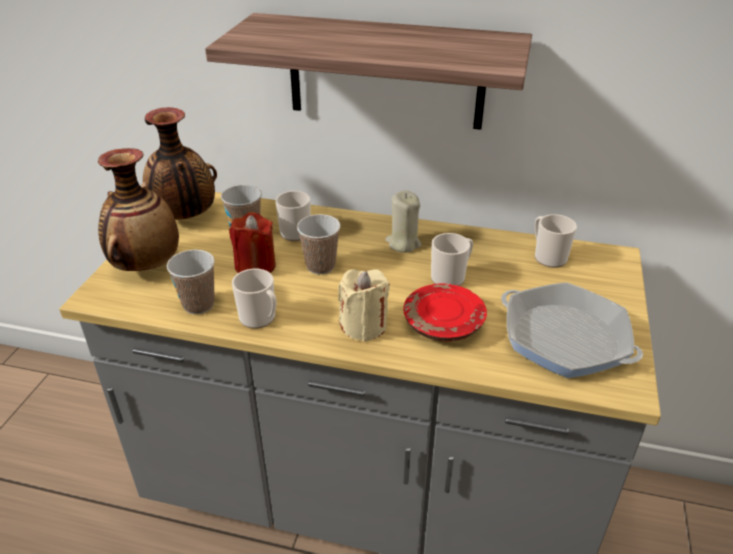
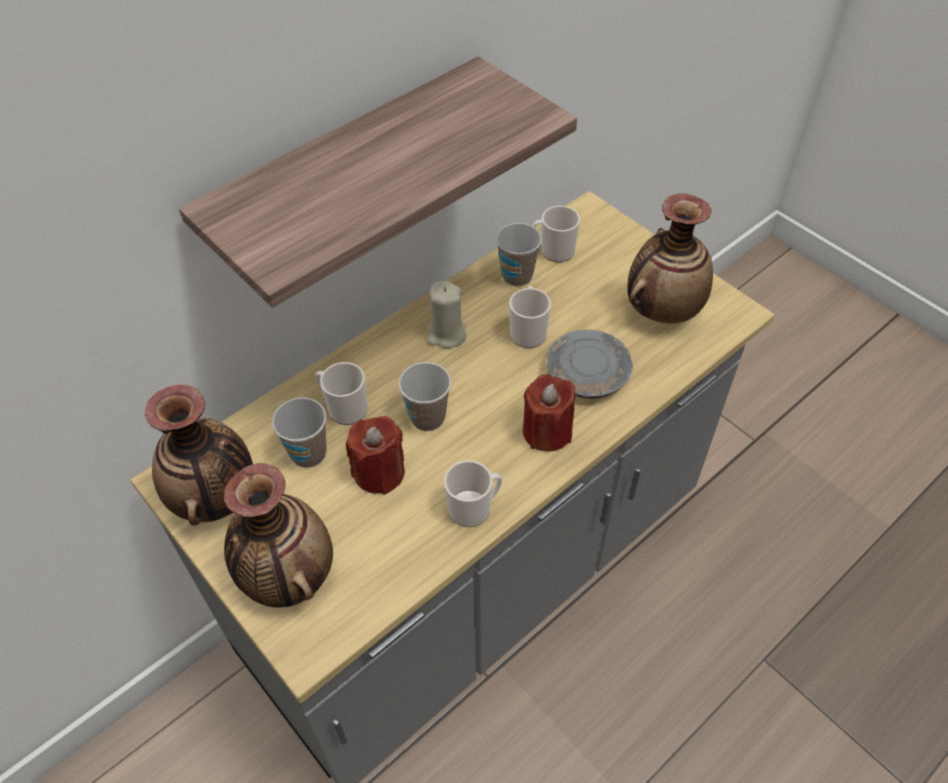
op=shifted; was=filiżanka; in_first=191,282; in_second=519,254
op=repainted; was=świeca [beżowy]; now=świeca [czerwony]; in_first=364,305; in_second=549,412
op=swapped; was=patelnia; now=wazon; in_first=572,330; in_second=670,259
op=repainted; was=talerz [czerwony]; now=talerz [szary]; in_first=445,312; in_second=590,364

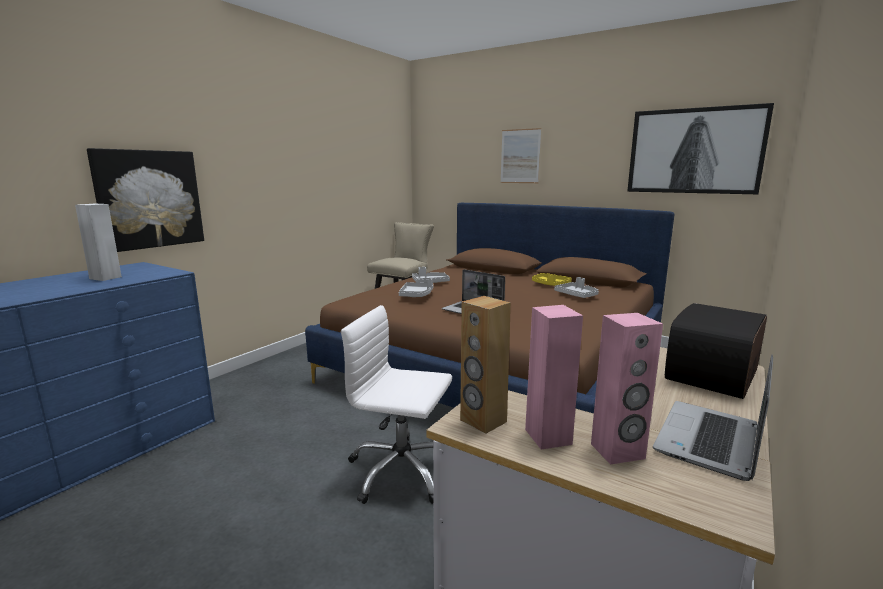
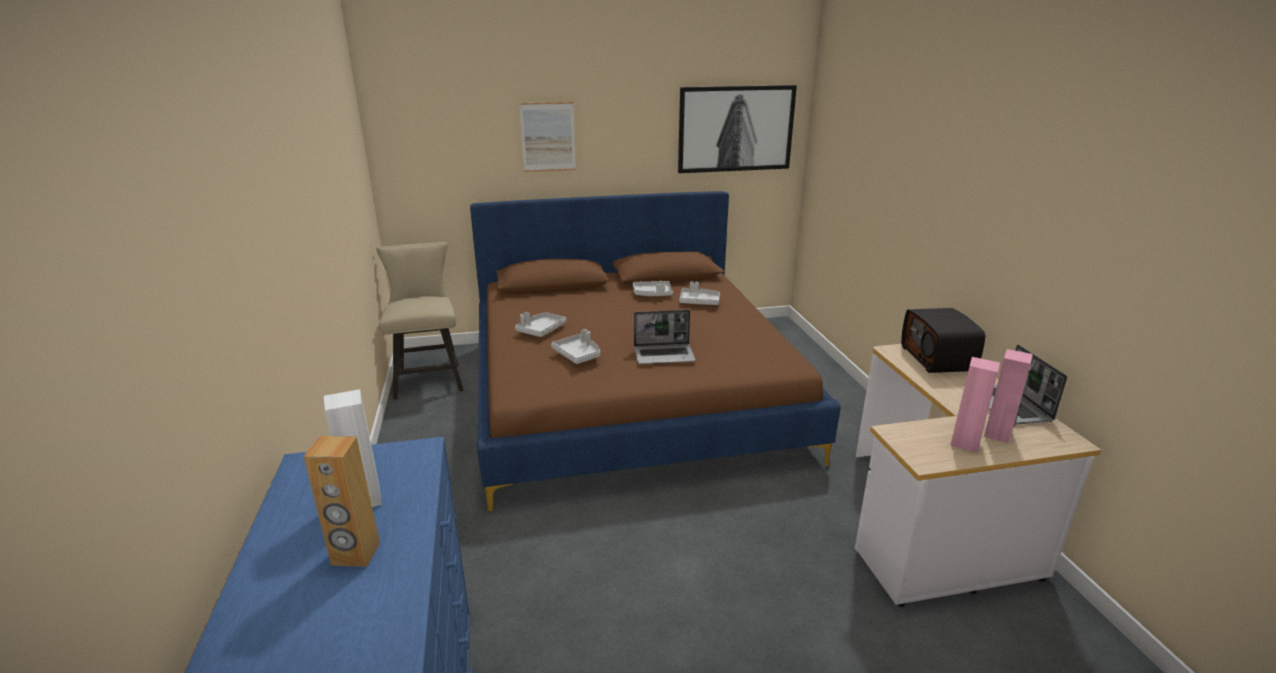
op=gone; was=obraz; in_first=145,200
op=repainted; was=taca [żółty]; now=taca [szary]; in_first=552,279; in_second=653,288
op=shifted; was=głośnik [brązowy]; in_first=485,365; in_second=342,501
op=gone; was=krzesło biurowe [biały]; in_first=396,404

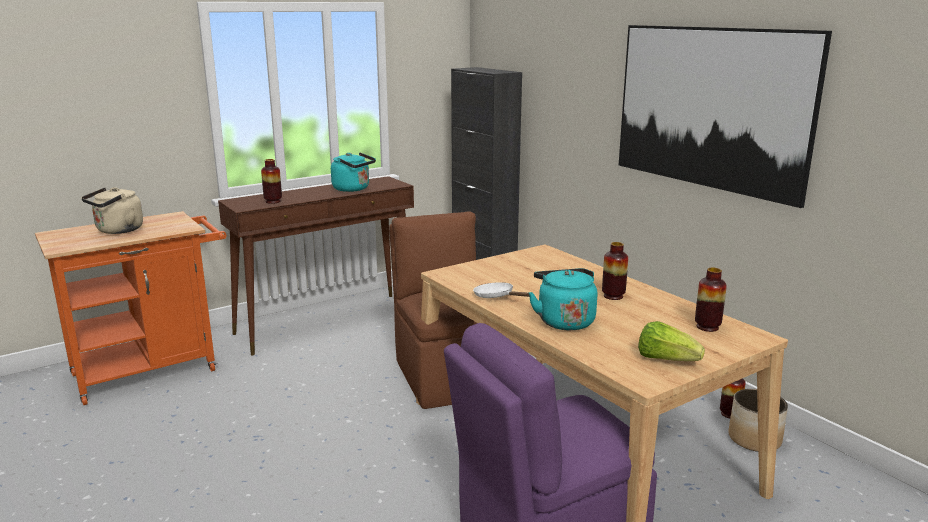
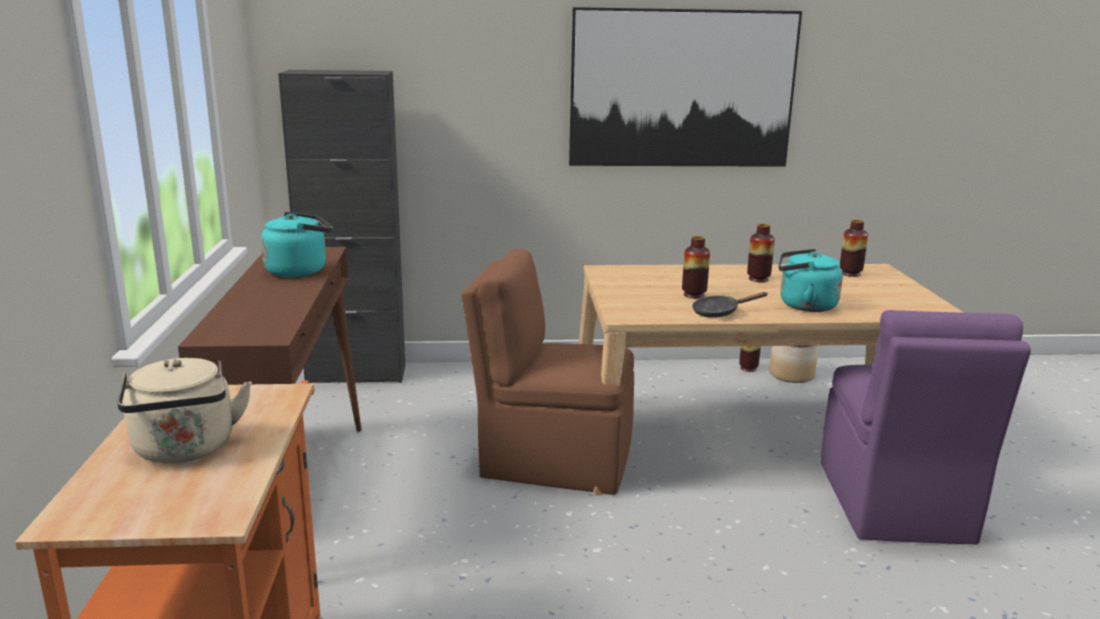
op=shifted; was=wazon; in_first=271,181; in_second=696,267
op=repainted; was=patelnia [biały]; now=patelnia [czarny]; in_first=501,290; in_second=730,305
op=gone; was=sałata; in_first=671,341

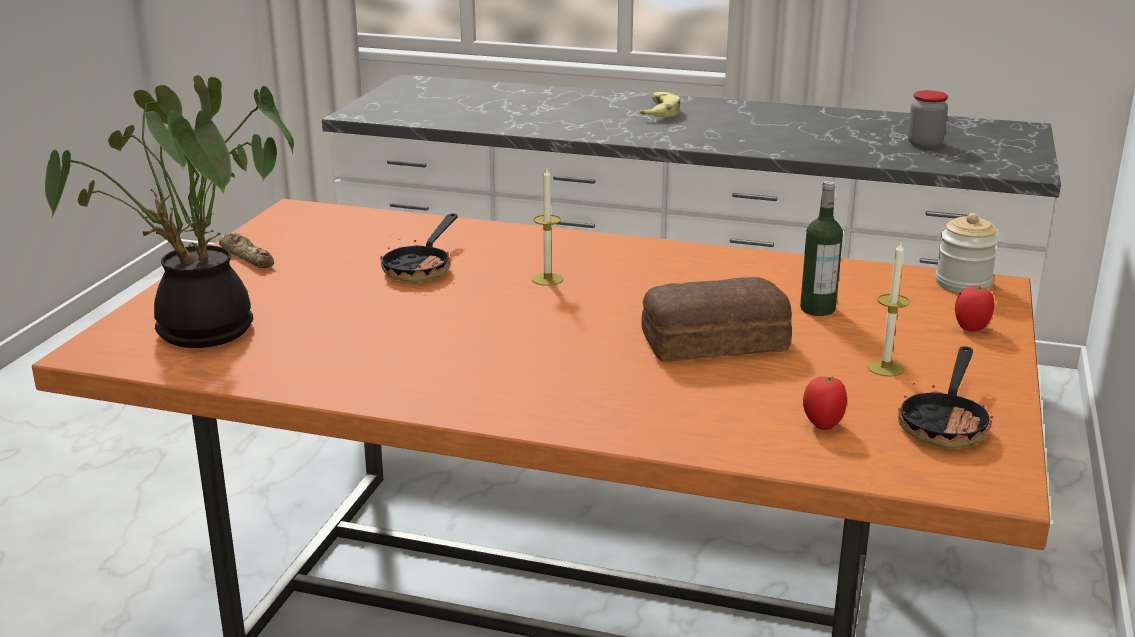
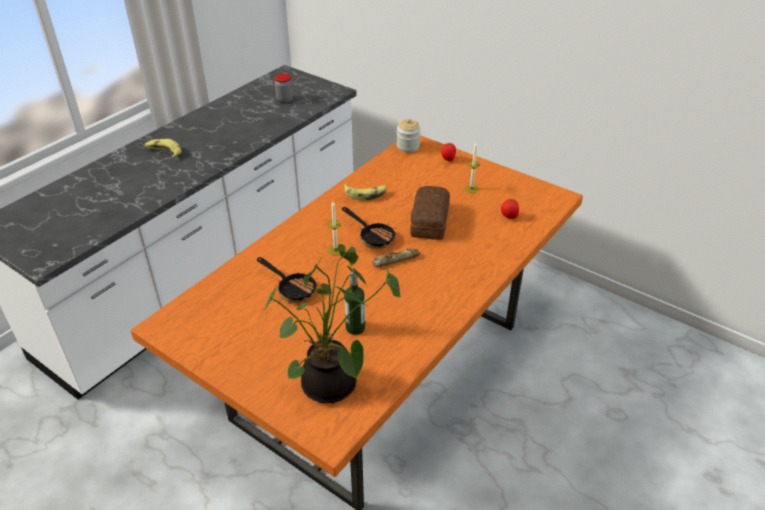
op=shifted; was=butelka; in_first=821,248; in_second=354,303
op=shifted; was=chleb; in_first=246,250; in_second=396,257
op=shifted; was=patelnia; in_first=945,397; in_second=369,228
op=new; now=banan; in_second=365,192

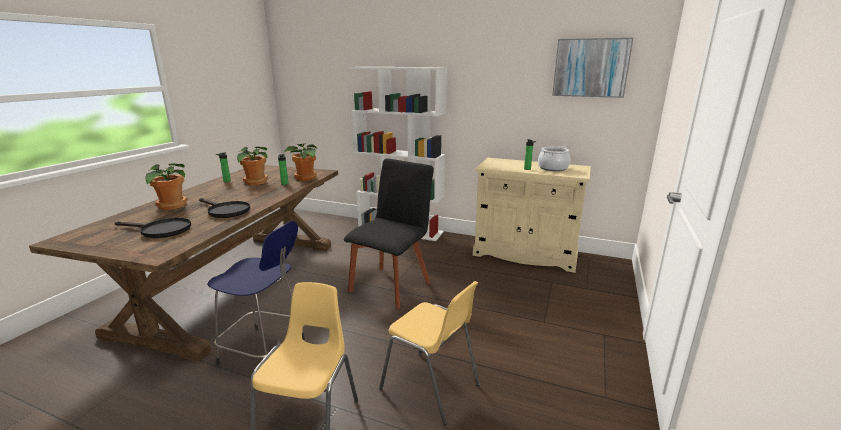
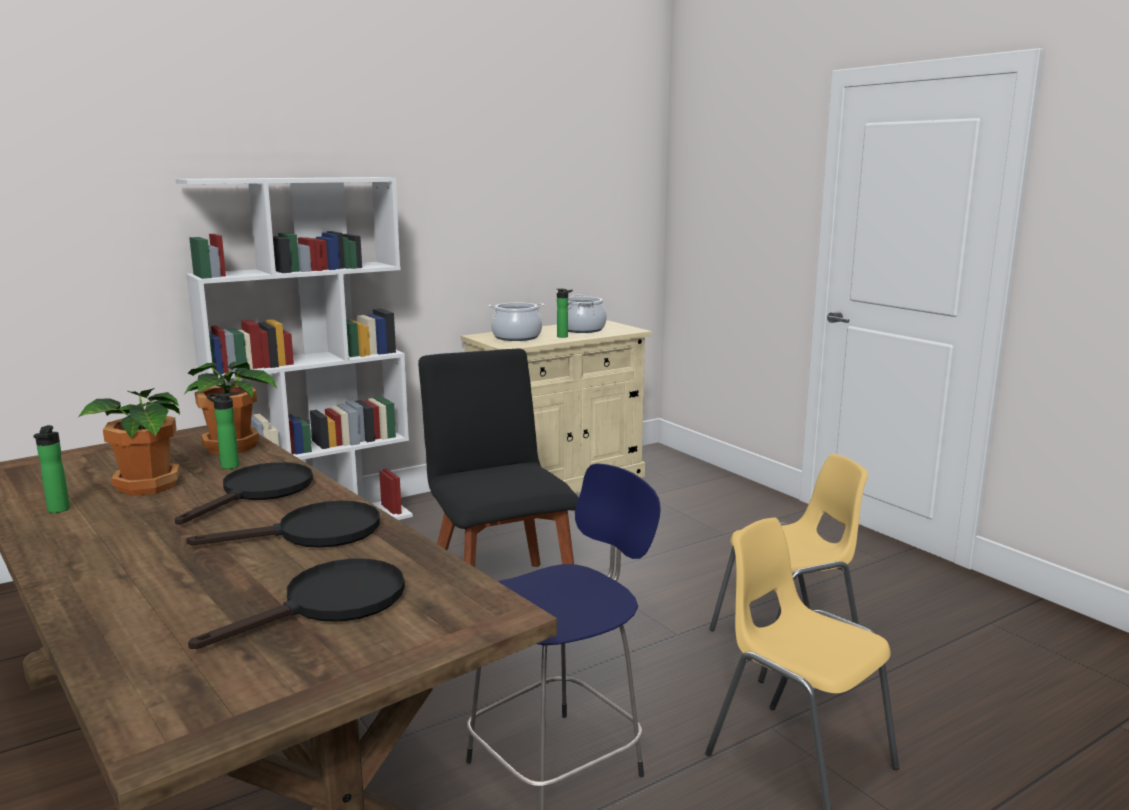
op=gone; was=obraz; in_first=592,68
op=gone; was=roślina doniczkowa; in_first=166,186
op=new; now=garnek; in_second=516,322
op=new; now=patelnia [czarny]; in_second=244,493

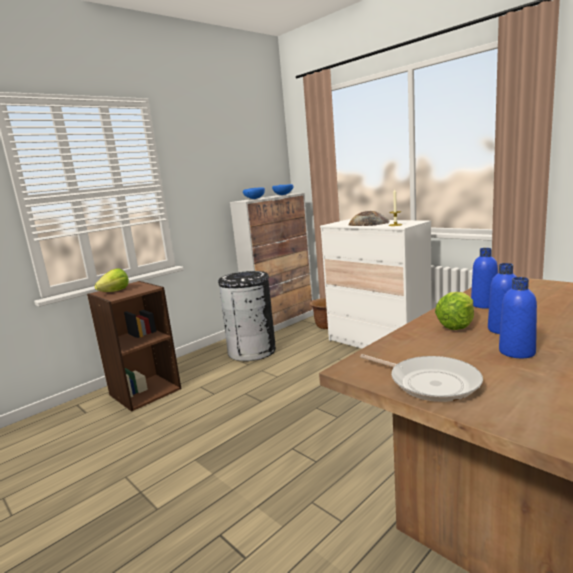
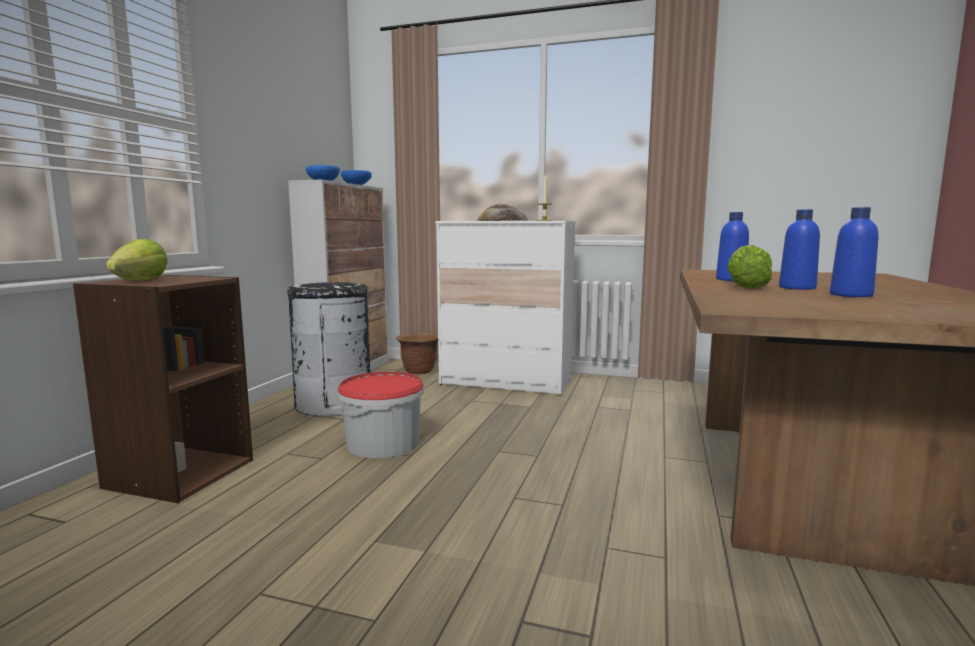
op=gone; was=patelnia; in_first=421,378
op=new; now=wiadro; in_second=381,415

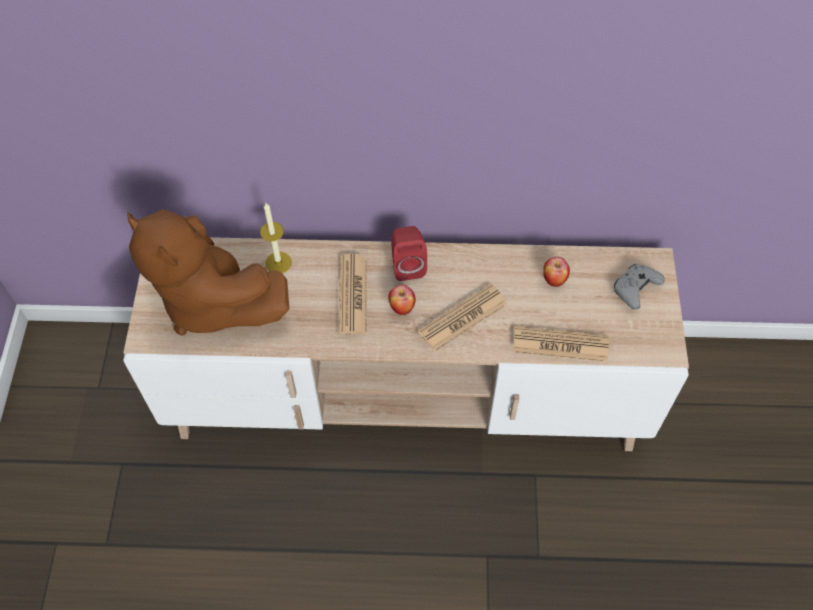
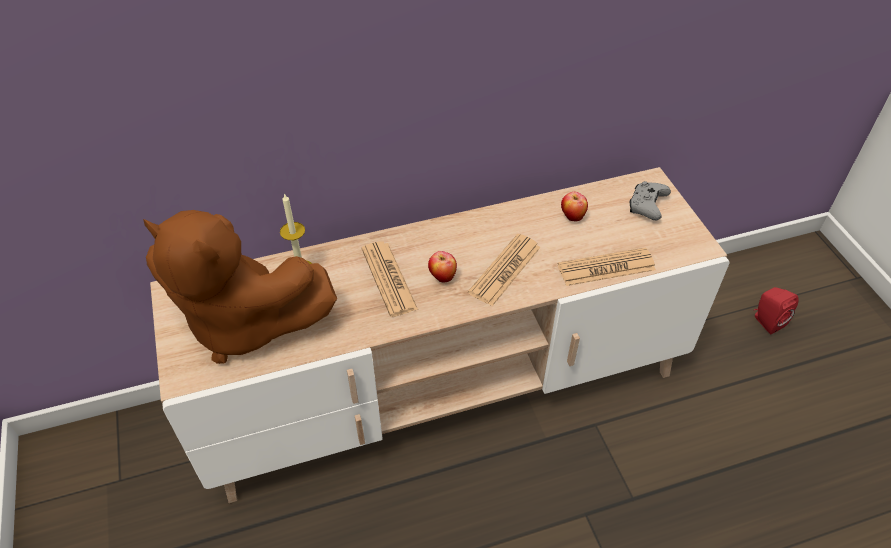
op=shifted; was=głośnik [czerwony]; in_first=409,253; in_second=776,310

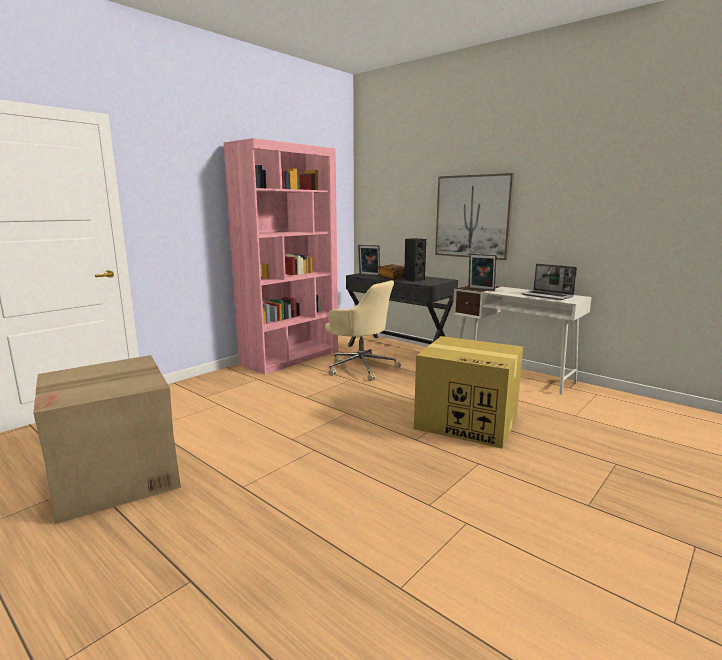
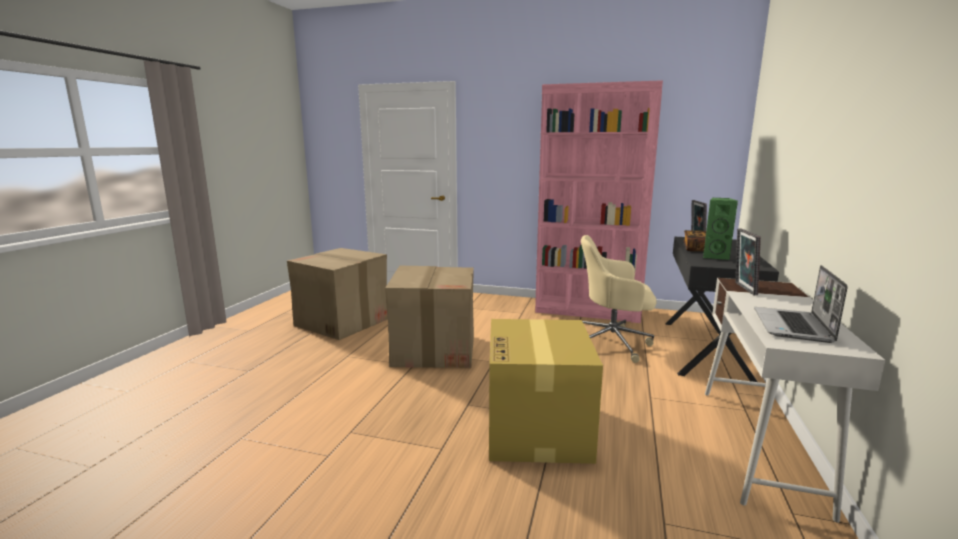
op=gone; was=obraz; in_first=475,216
op=repainted; was=głośnik [czarny]; now=głośnik [zielony]; in_first=415,260; in_second=720,229
op=rotated; was=krzesło biurowe [beżowy]; in_first=363,330; in_second=619,299; clockwise=90
op=new; now=karton; in_second=429,317

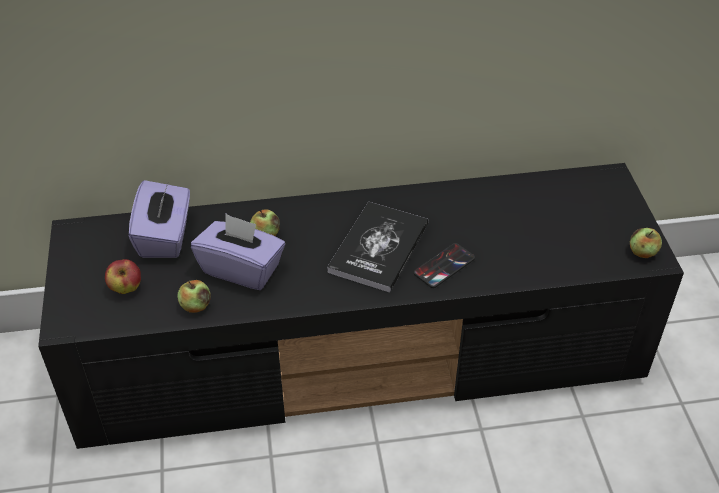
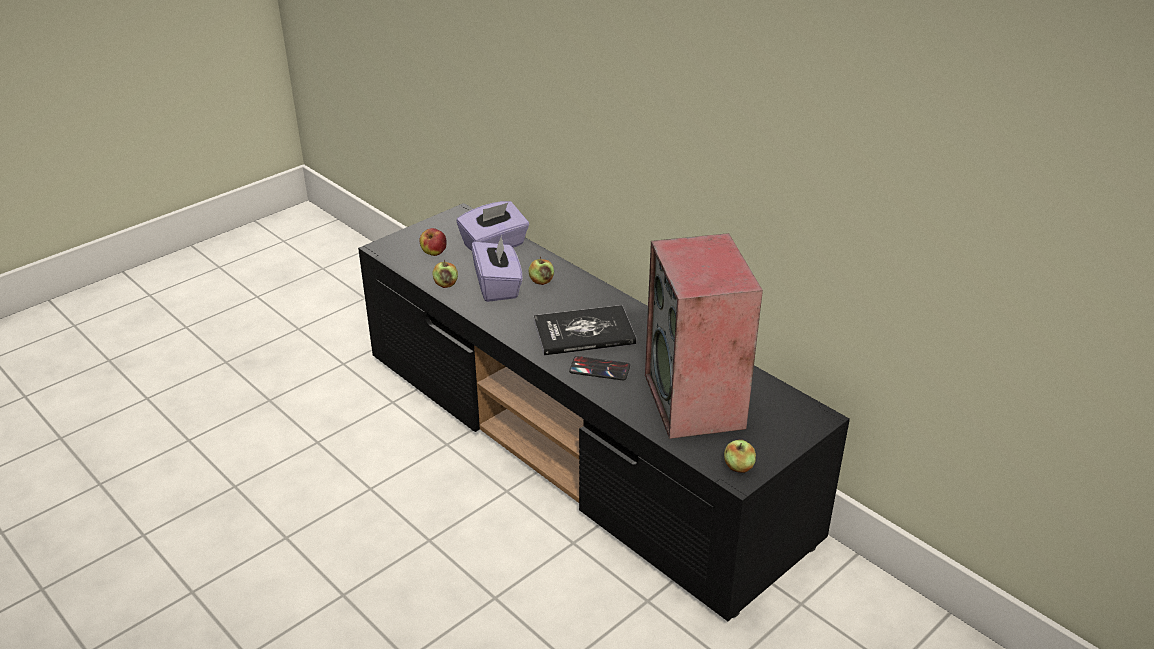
op=new; now=głośnik; in_second=704,336

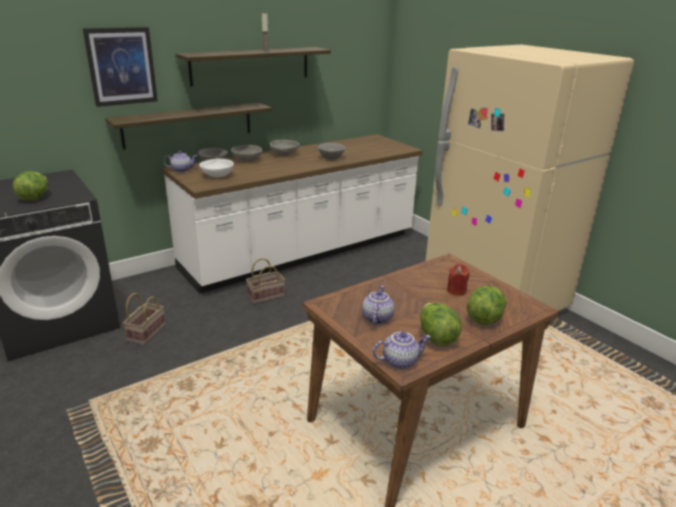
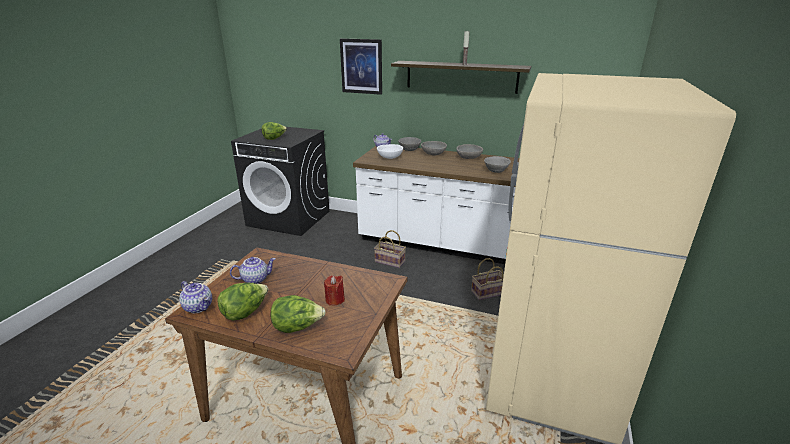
op=gone; was=półka; in_first=188,126
op=shifted; was=koszyk; in_first=144,319; in_second=487,279

